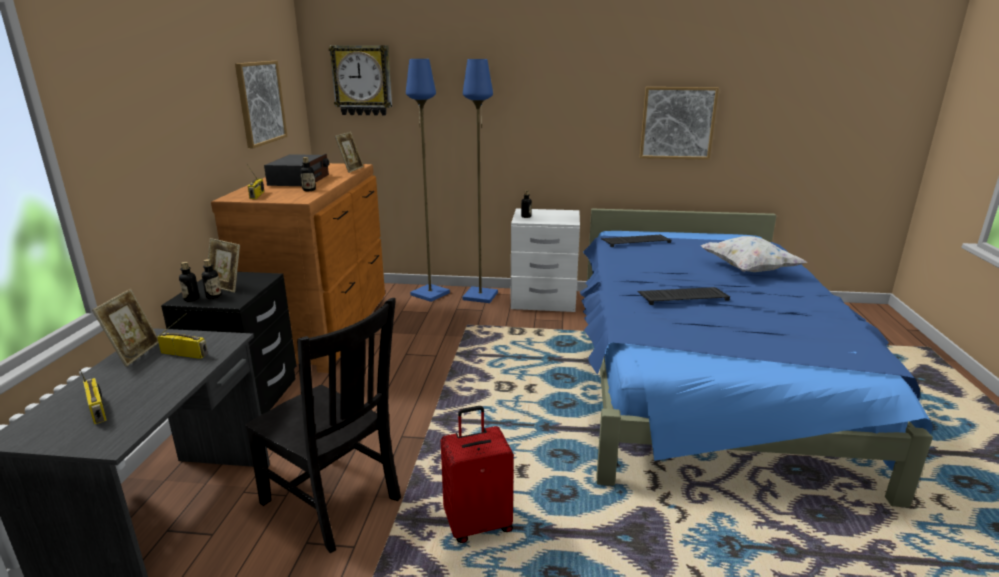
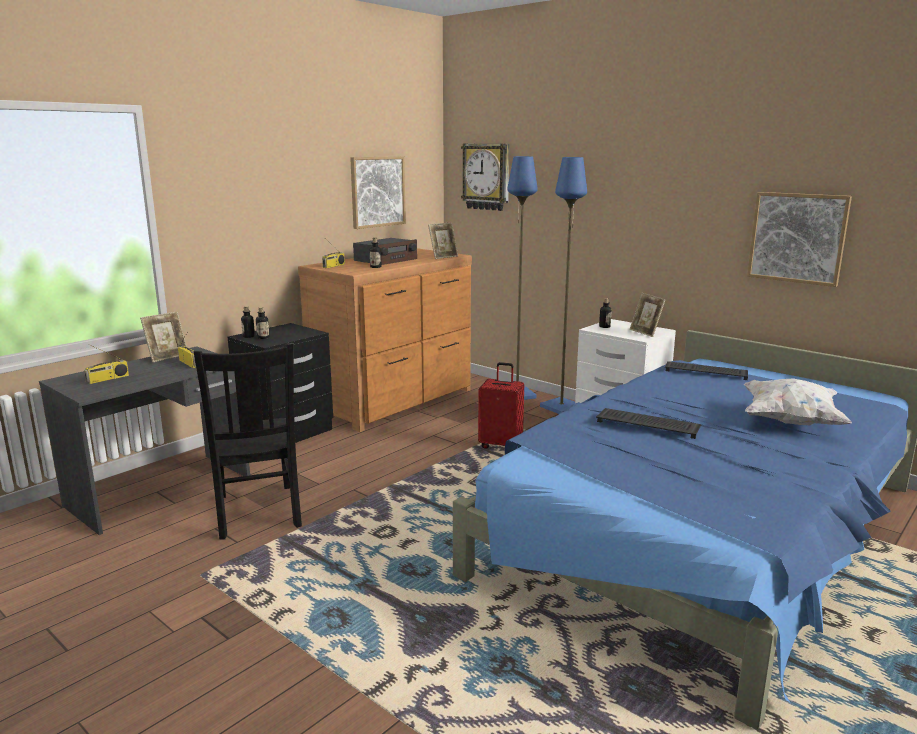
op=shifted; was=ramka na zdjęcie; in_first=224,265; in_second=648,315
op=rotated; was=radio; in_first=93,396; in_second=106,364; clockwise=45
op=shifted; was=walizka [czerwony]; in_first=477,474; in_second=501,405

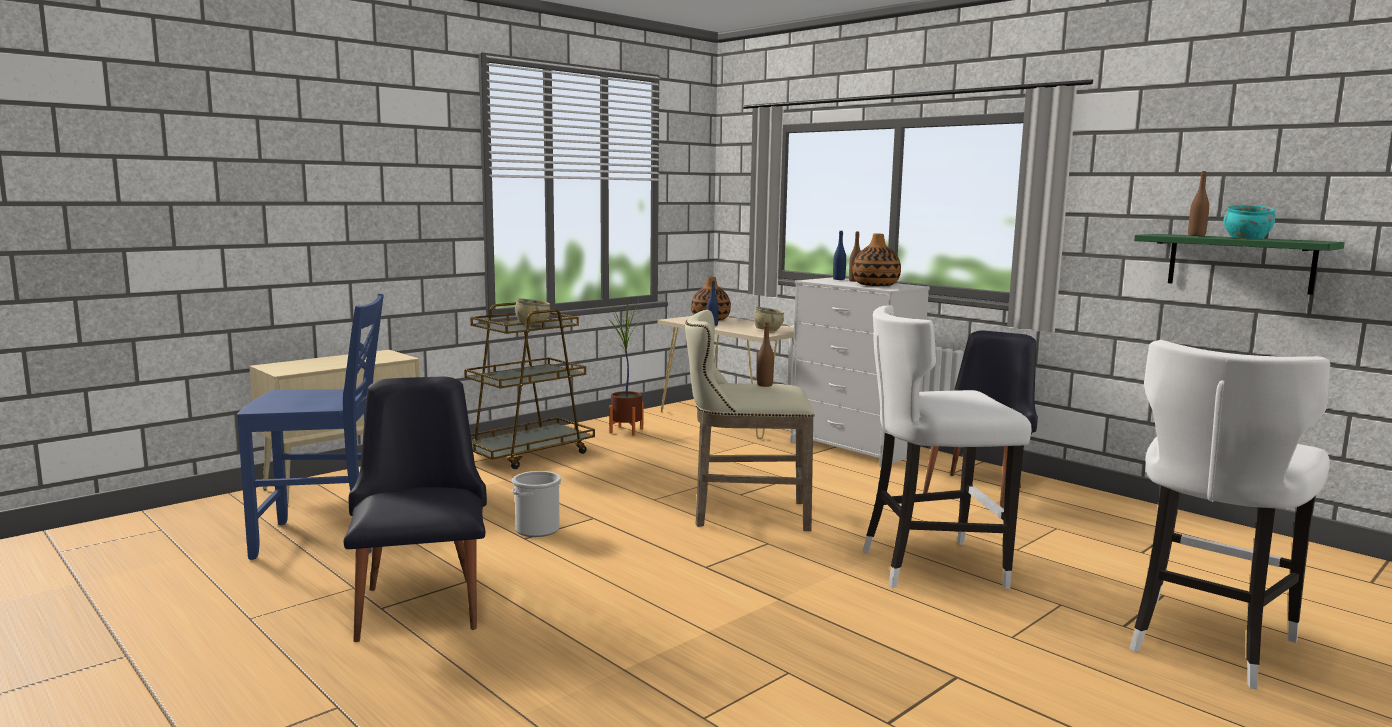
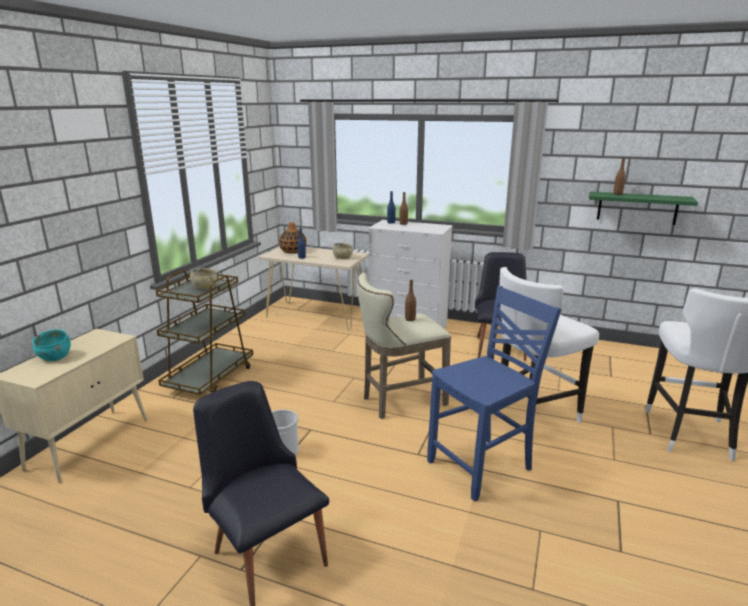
op=shifted; was=miska [turkusowy]; in_first=1249,222; in_second=51,345
op=gone; was=wazon; in_first=876,259
op=shifted; was=krzesło [niebieski]; in_first=310,427; in_second=494,394
op=gone; was=roślina doniczkowa; in_first=627,367

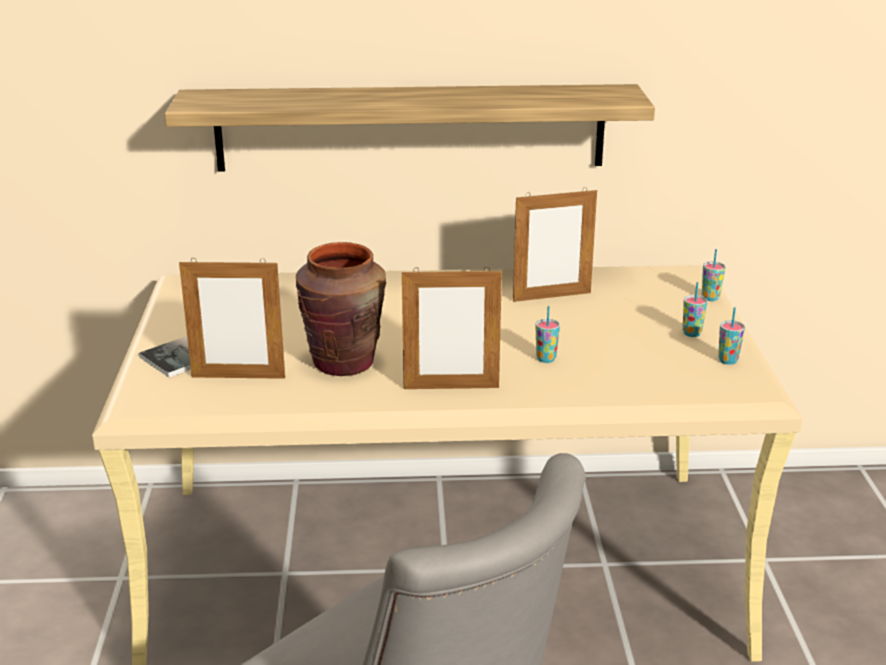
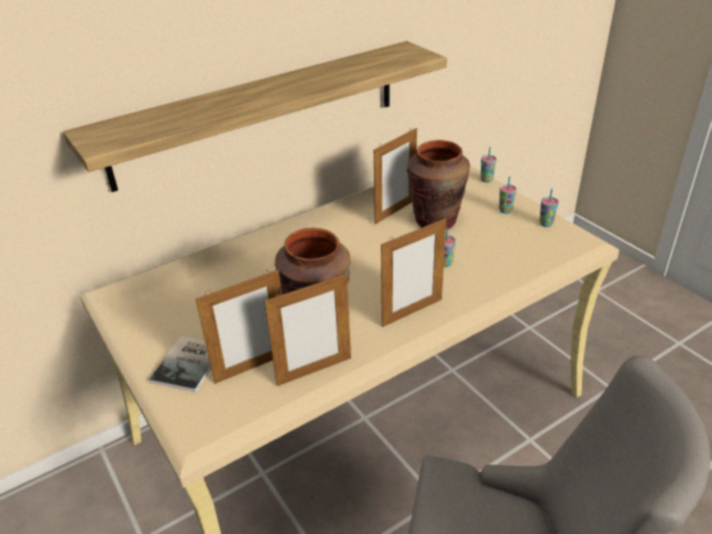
op=new; now=wazon [brązowy]; in_second=438,185
op=new; now=ramka na zdjęcie; in_second=308,330

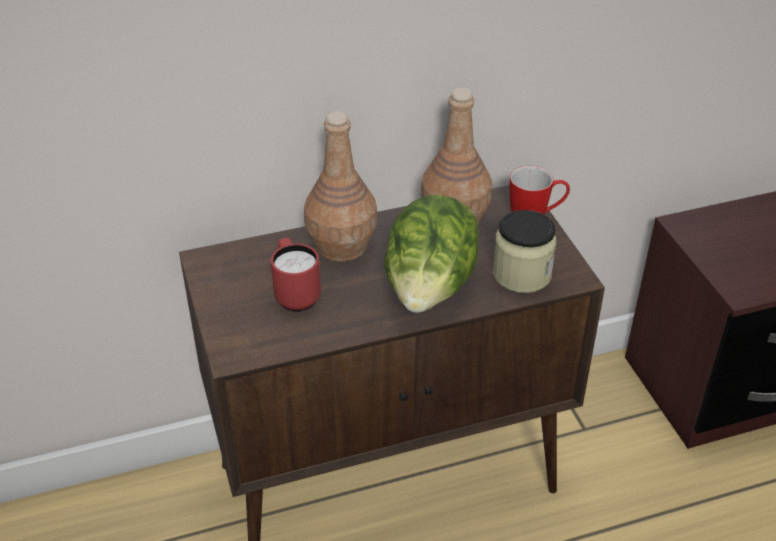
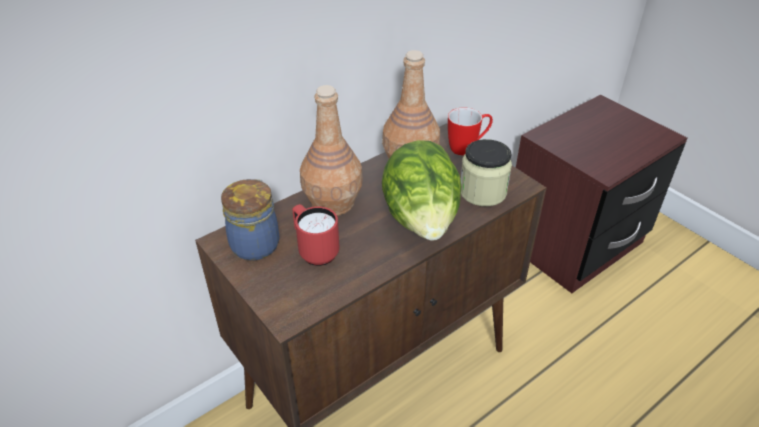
op=new; now=słoik; in_second=250,220

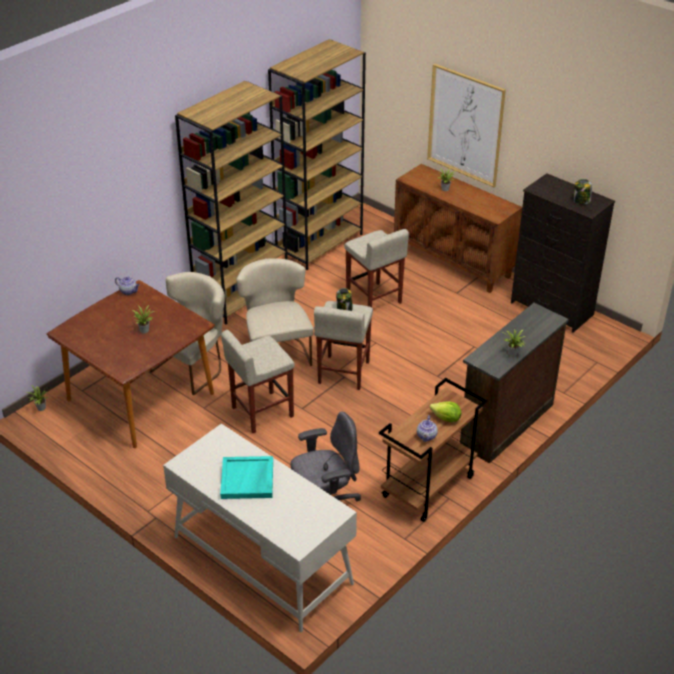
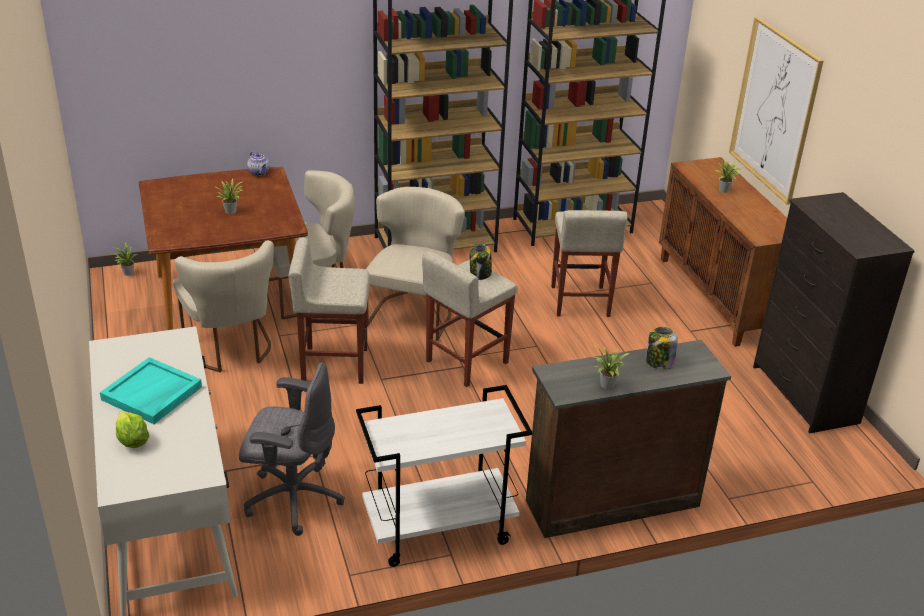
op=shifted; was=słoik; in_first=583,191; in_second=662,348
op=repainted; was=wózek [brązowy]; now=wózek [biały]; in_first=433,450; in_second=444,476
op=shifted; was=sałata; in_first=445,411; in_second=132,429
op=gone; was=imbryk; in_first=427,428
op=new; now=krzesło [beżowy]; in_second=223,306

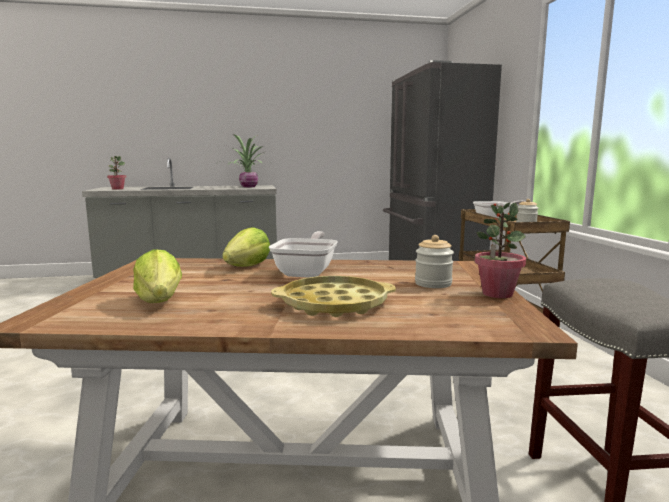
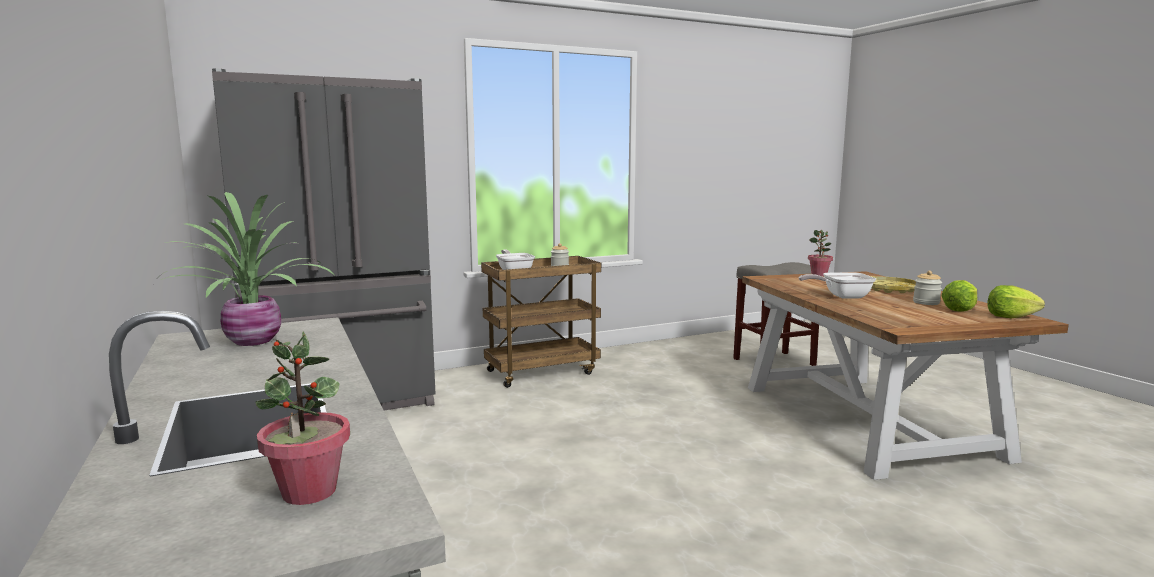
op=shifted; was=sałata; in_first=246,247; in_second=1016,301
op=shifted; was=słoik; in_first=434,261; in_second=927,288

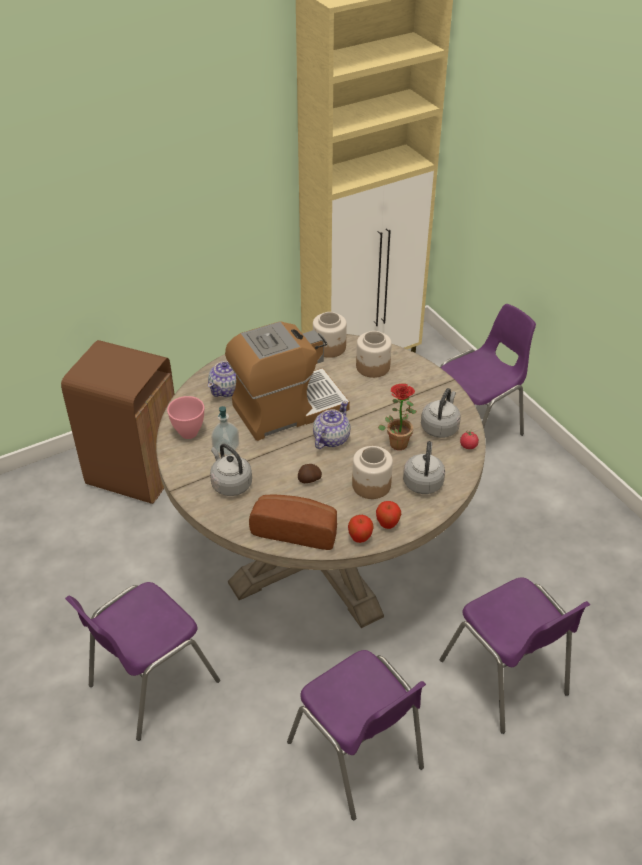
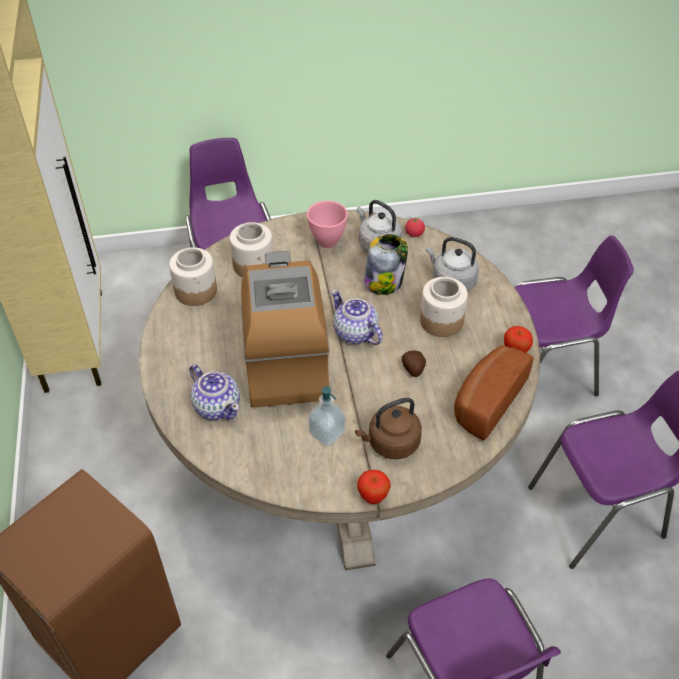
op=swapped; was=roślina doniczkowa; now=słoik; in_first=397,417; in_second=386,264
op=shifted; was=miska [różowy]; in_first=185,417; in_second=327,224
op=repainted; was=czajnik [szary]; now=czajnik [brązowy]; in_first=231,470; in_second=388,428
op=shifted; was=jabłko; in_first=388,515; in_second=374,487

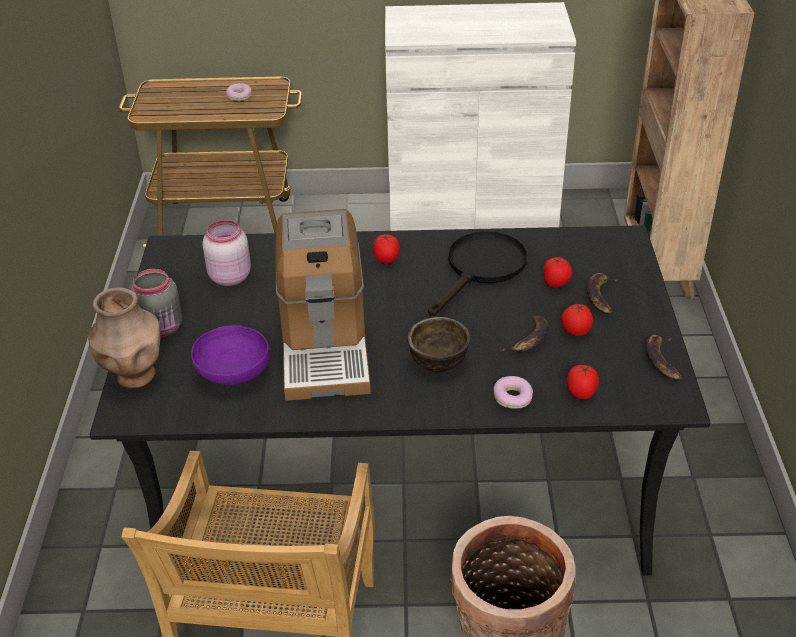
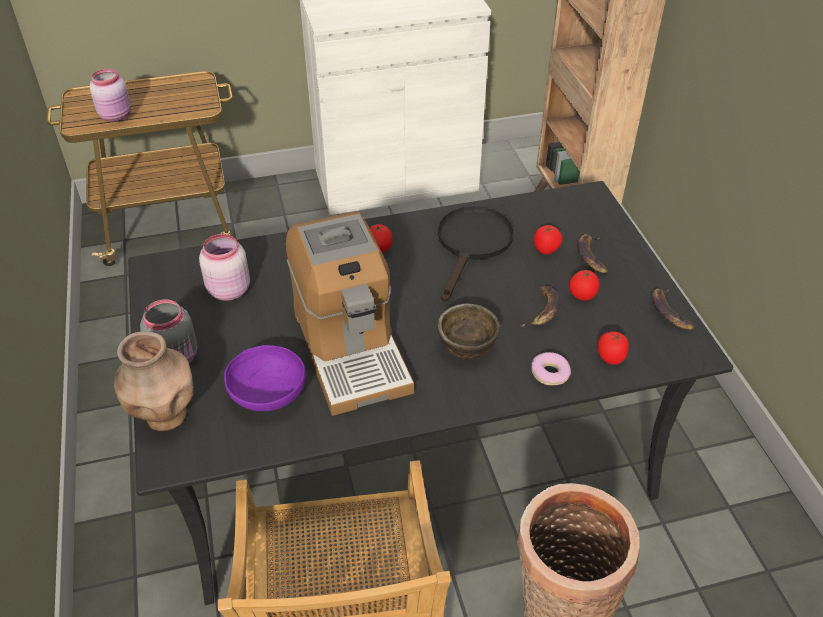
op=gone; was=donut; in_first=239,92
op=new; now=słoik [różowy]; in_second=110,95

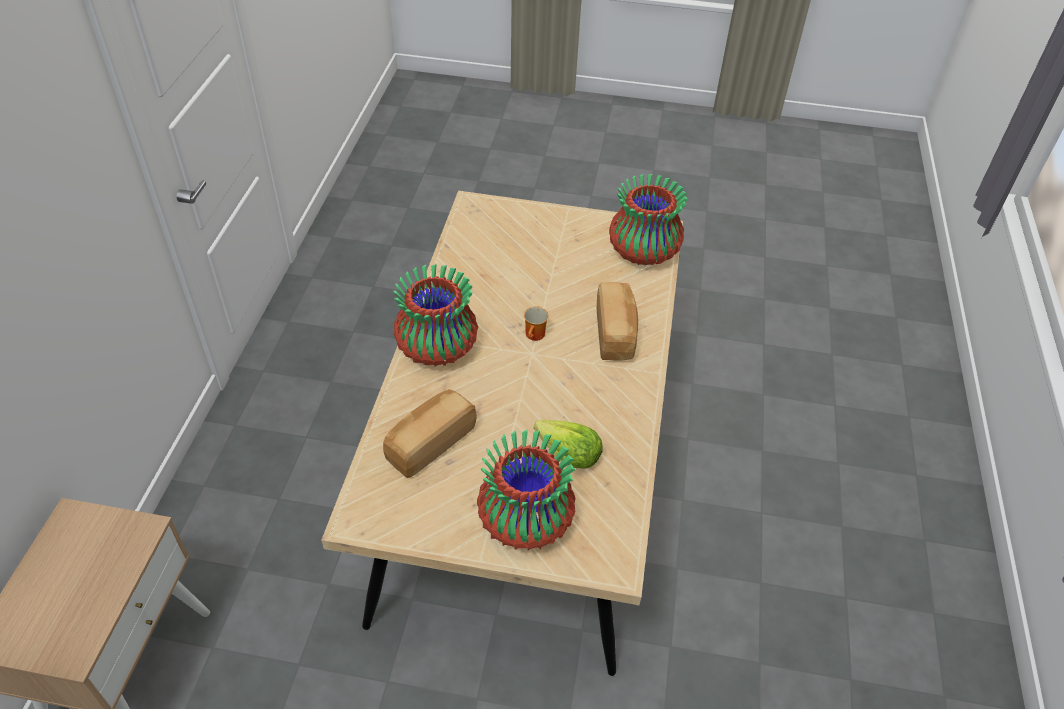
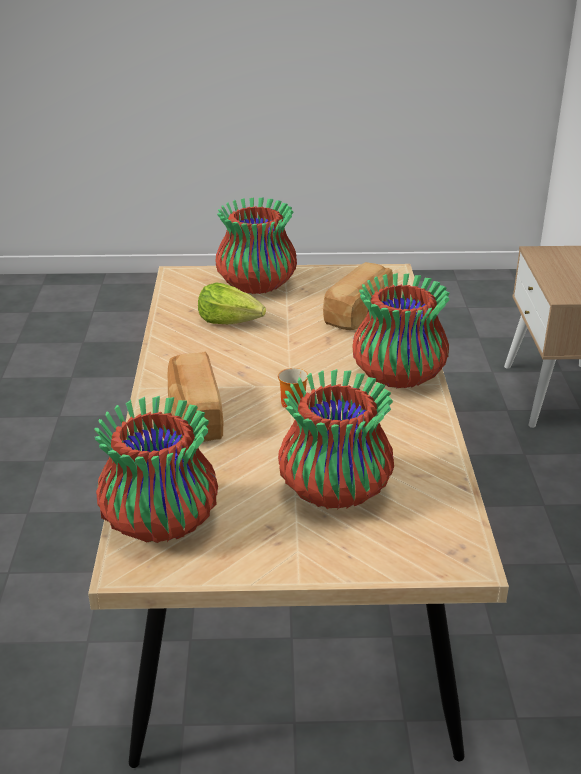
op=new; now=wazon; in_second=336,439

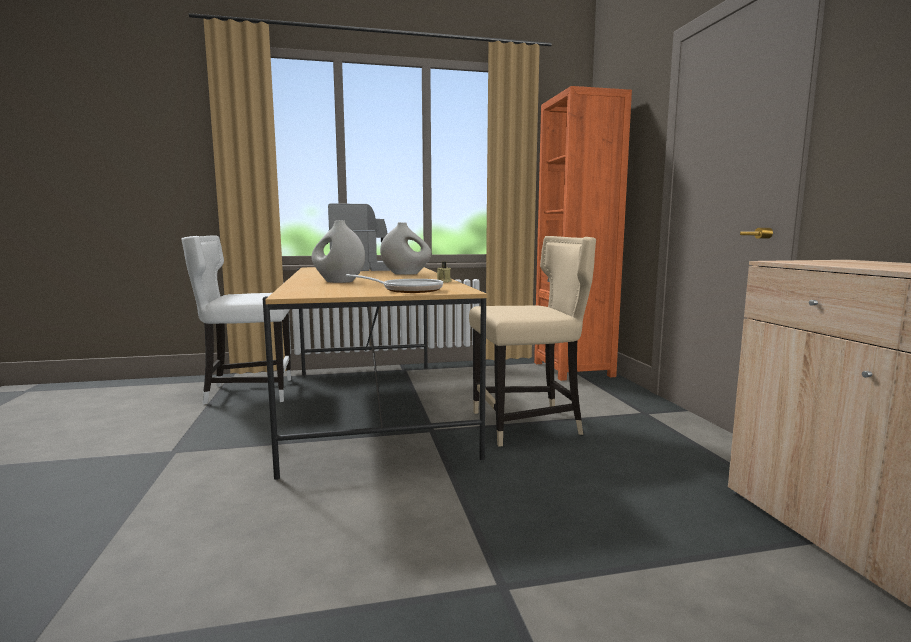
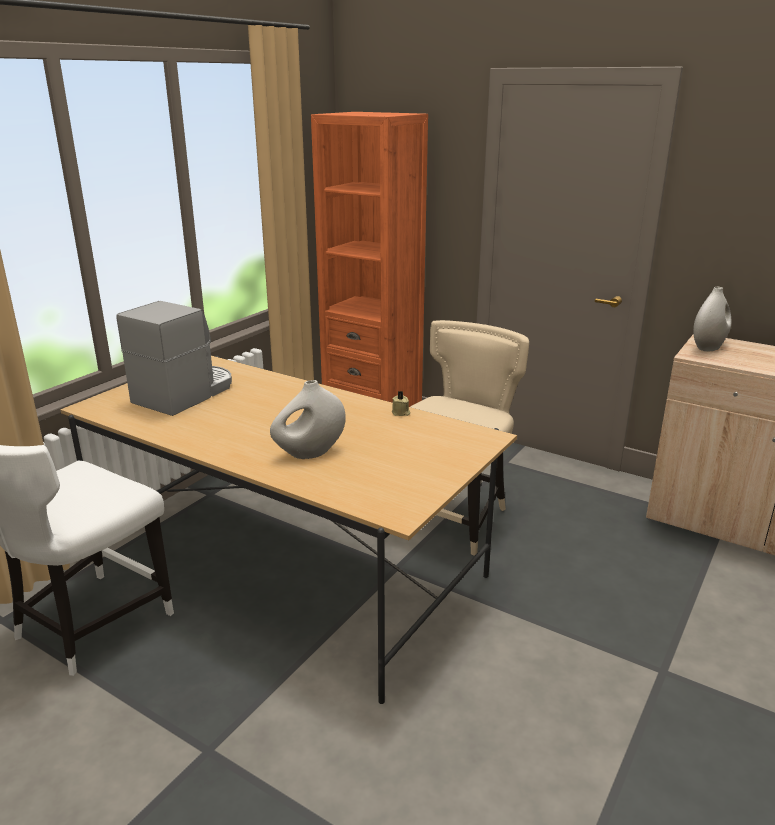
op=shifted; was=wazon [biały]; in_first=405,248; in_second=712,319
op=gone; was=patelnia; in_first=394,283

